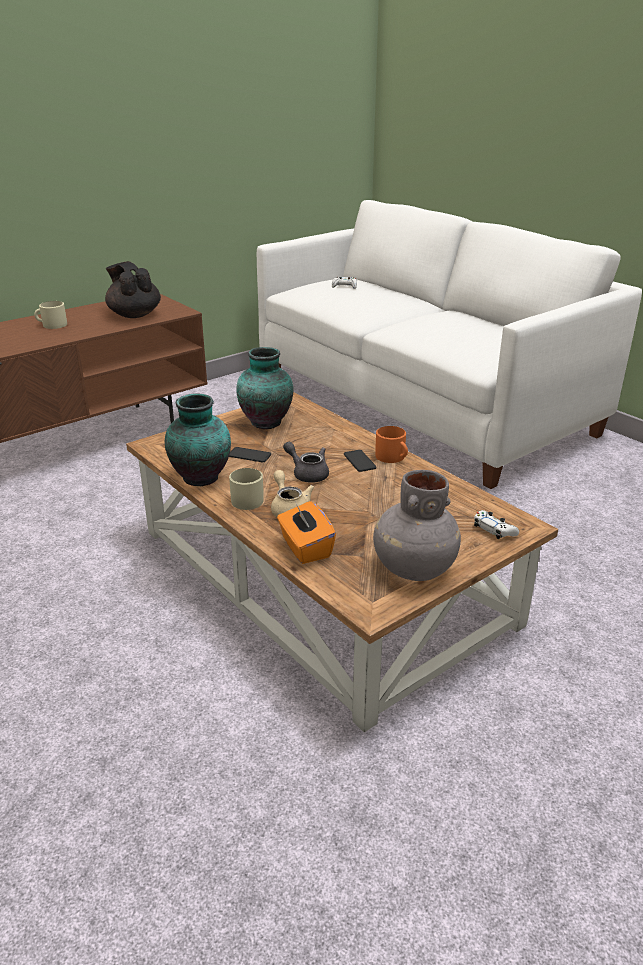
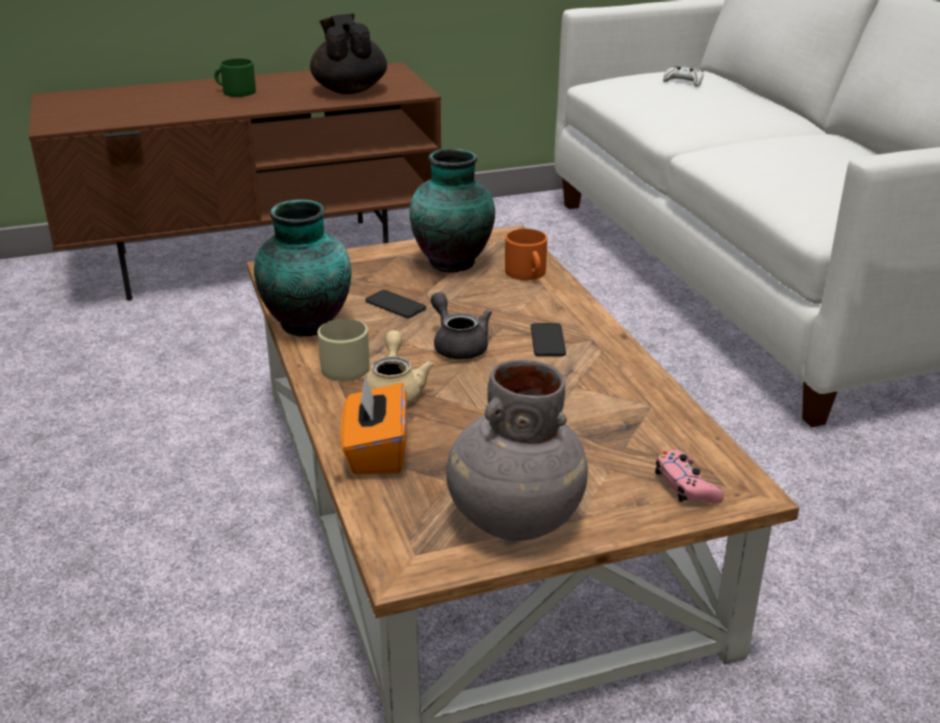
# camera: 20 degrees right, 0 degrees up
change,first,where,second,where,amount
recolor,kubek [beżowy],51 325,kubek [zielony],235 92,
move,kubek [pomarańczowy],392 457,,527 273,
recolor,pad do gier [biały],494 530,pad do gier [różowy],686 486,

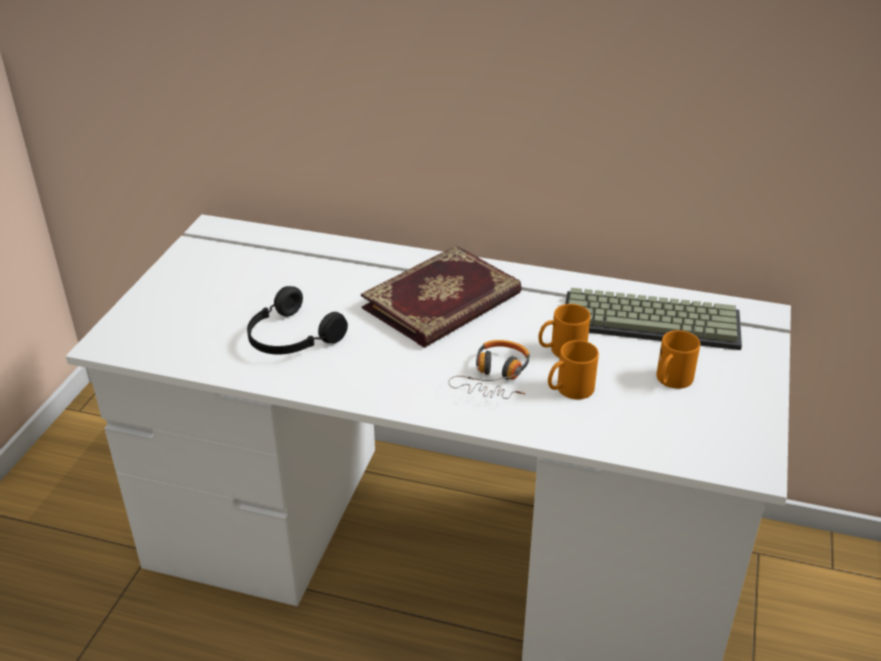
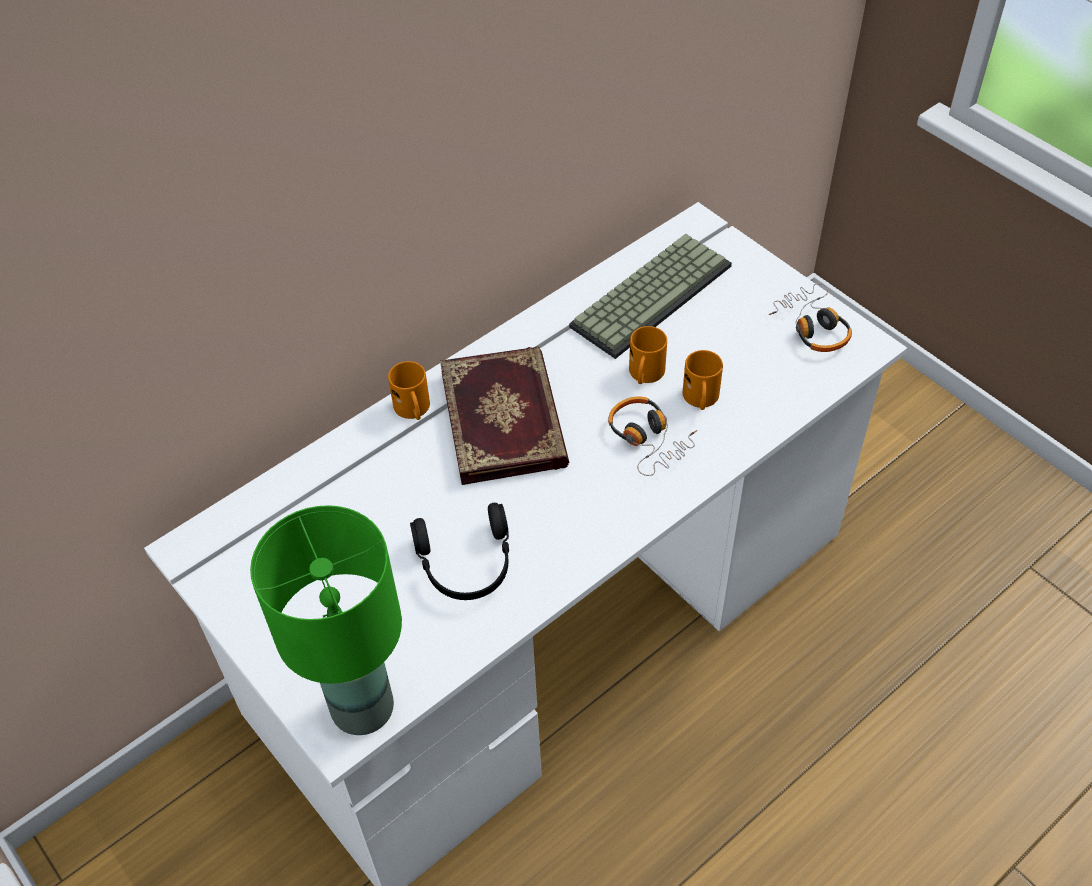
# camera: 55 degrees left, 15 degrees up
change,first,where,second,where,amount
move,kubek [pomarańczowy],671 381,,414 410,
insert,,,słuchawki,812 326,
insert,,,lampa stołowa [zielony],360 707,

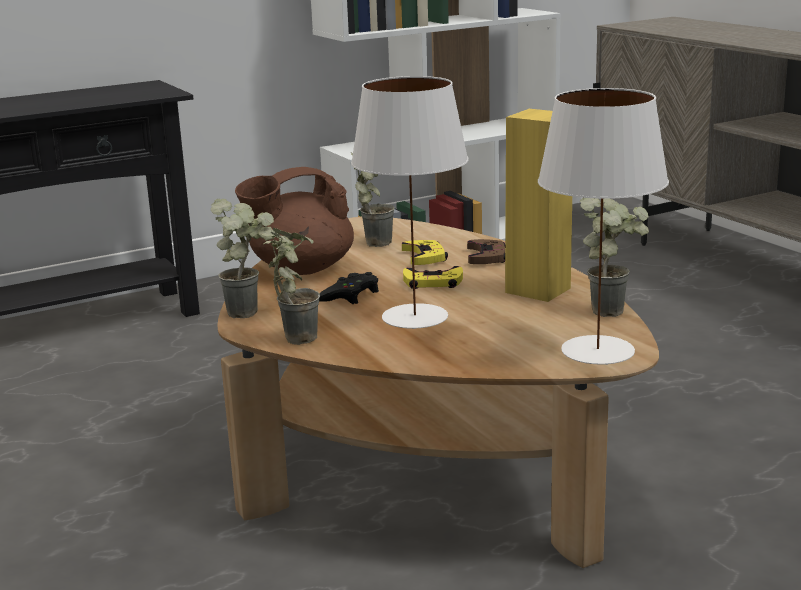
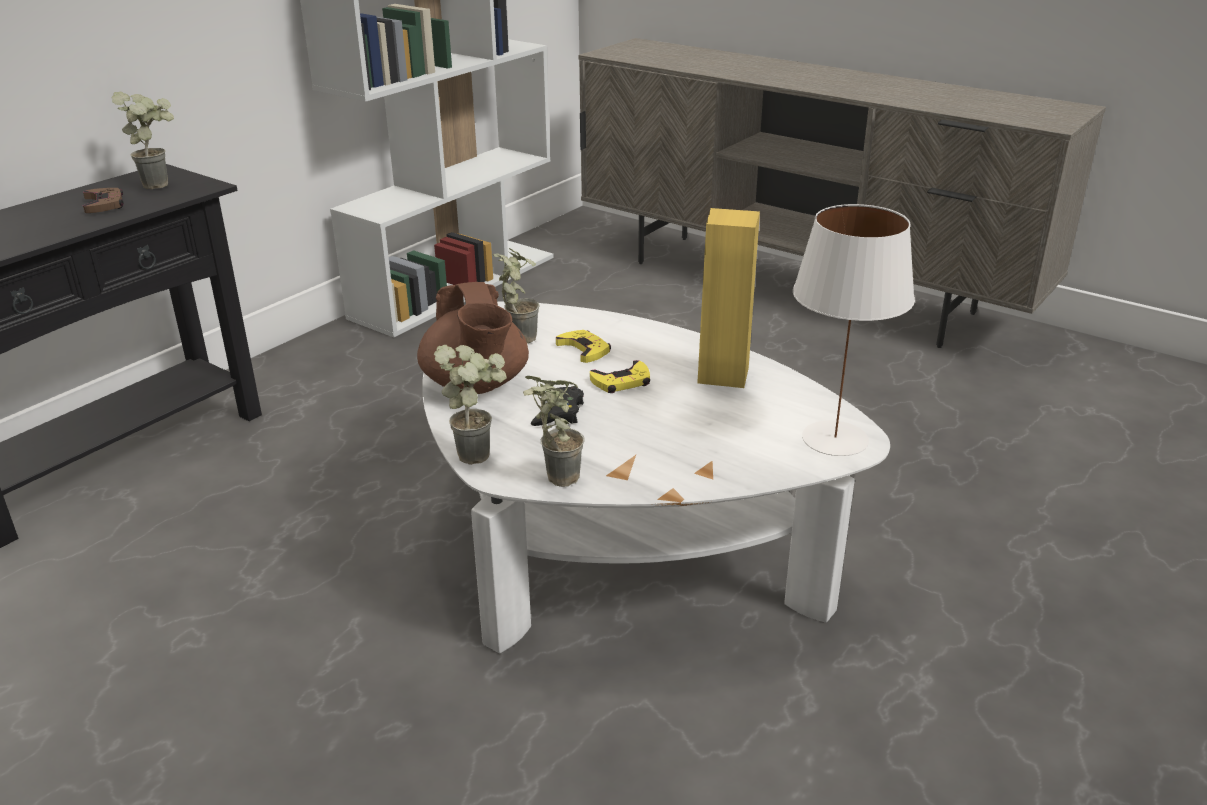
# camera: 25 degrees left, 10 degrees up
change,first,where,second,where,amount
delete,lampa stołowa [biały],414 316,,,
rotate,imbryk [brązowy],300 269,,476 385,60 degrees counterclockwise
move,roślina doniczkowa,613 309,,161 183,
recolor,ława [brązowy],424 459,ława [biały],615 542,
move,pad do gier [brązowy],487 257,,104 205,

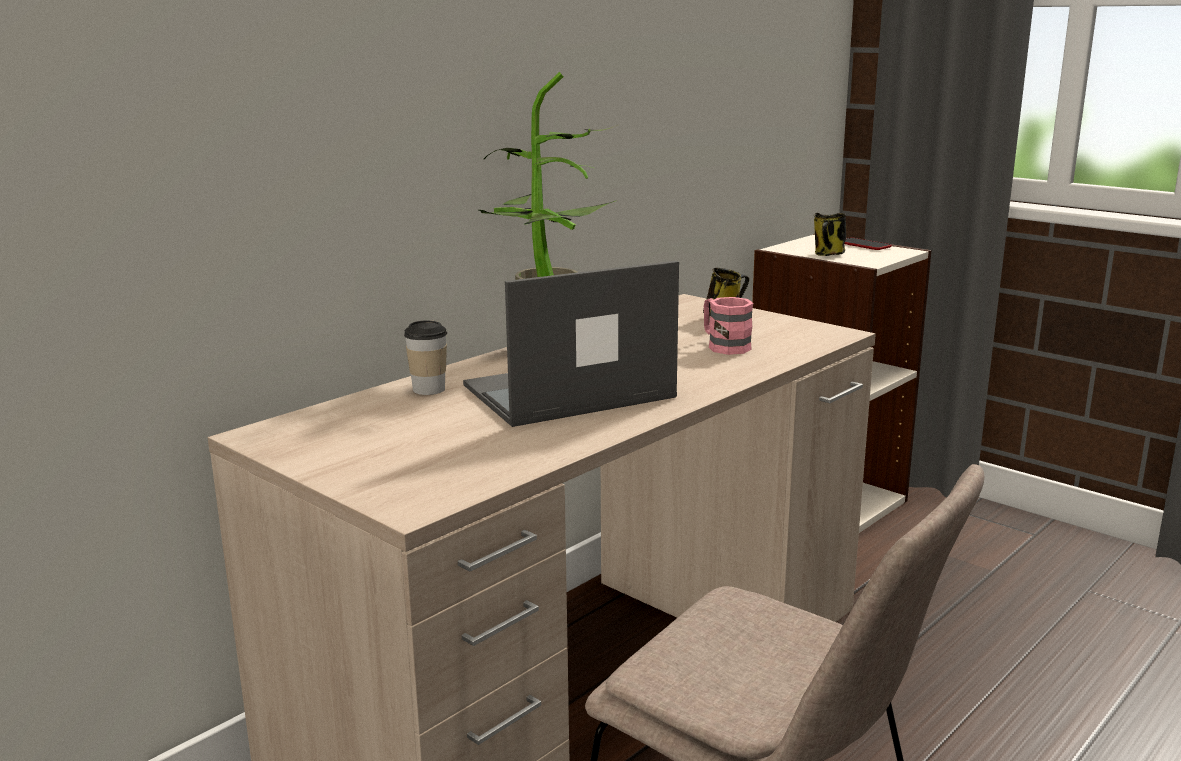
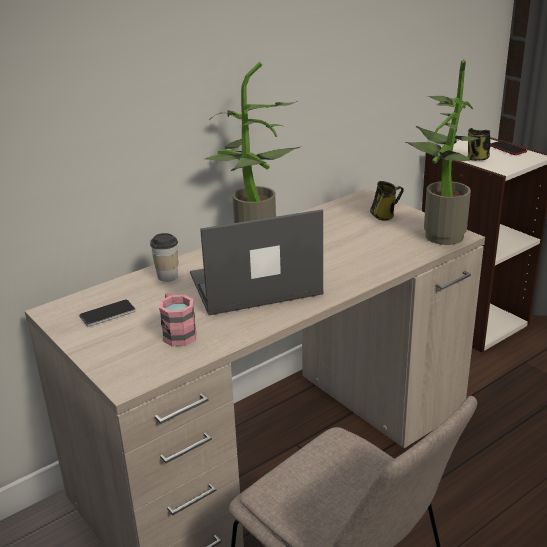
# camera: 10 degrees right, 10 degrees up
change,first,where,second,where,amount
move,kubek [różowy],723 346,,177 333,
insert,,,roślina doniczkowa,438 235,
insert,,,telefon,107 314,

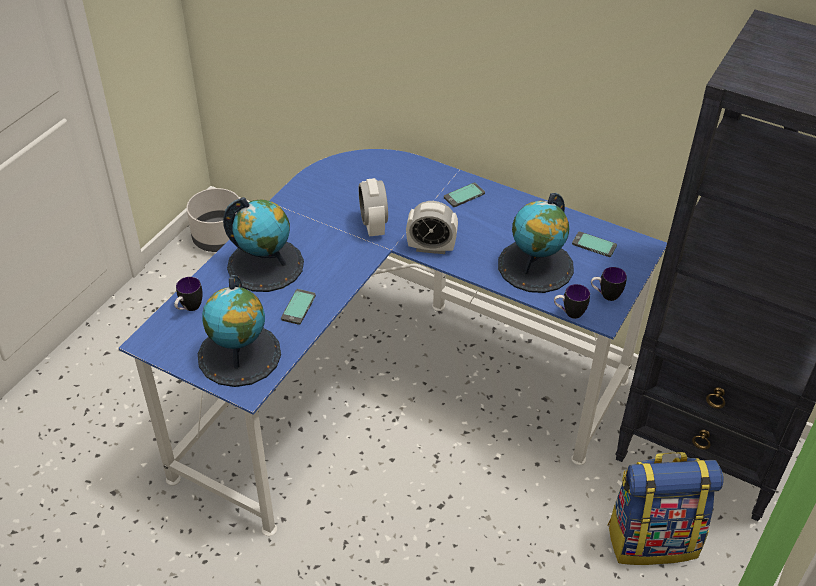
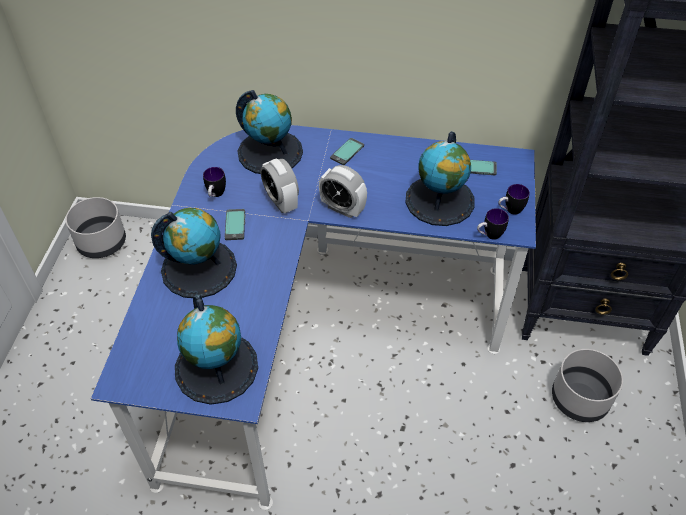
# camera: 20 degrees left, 5 degrees up
change,first,where,second,where,amount
rotate,budzik,431 248,,342 208,45 degrees clockwise
move,kubek,189 309,,215 195,
move,telefon,298 307,,235 225,
replace,plecak,652 539,donica [szary],579 398,
insert,,,globus,270 152,

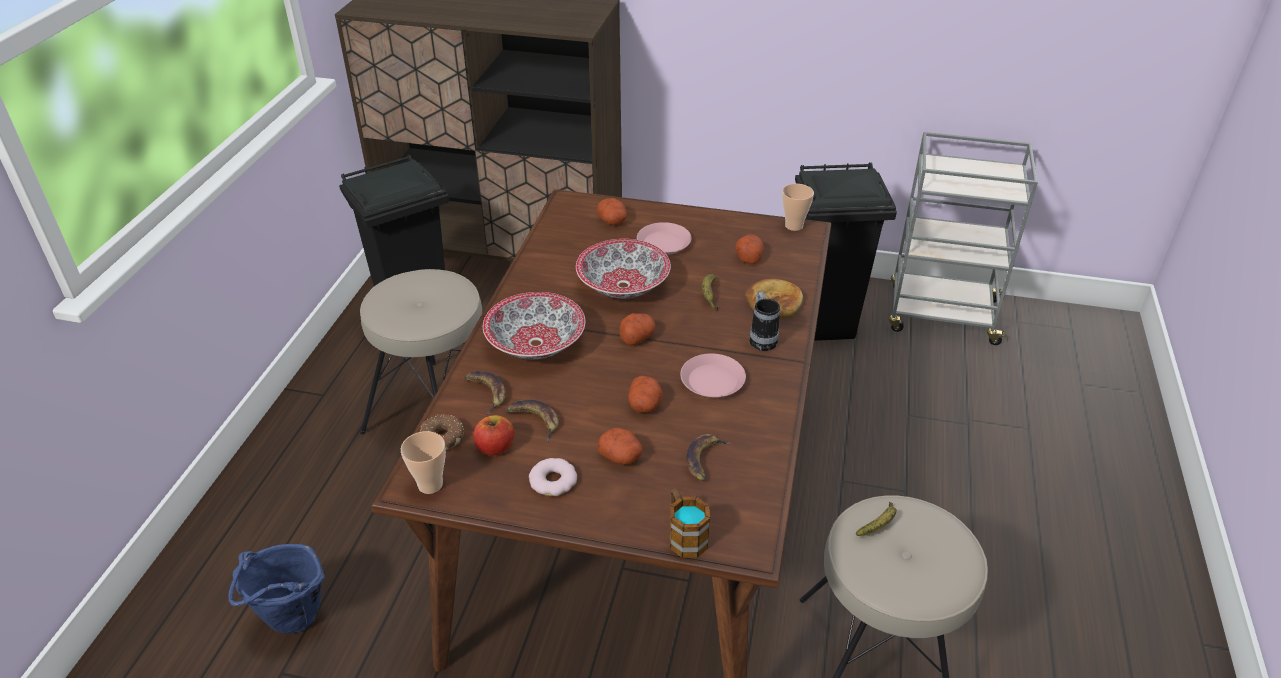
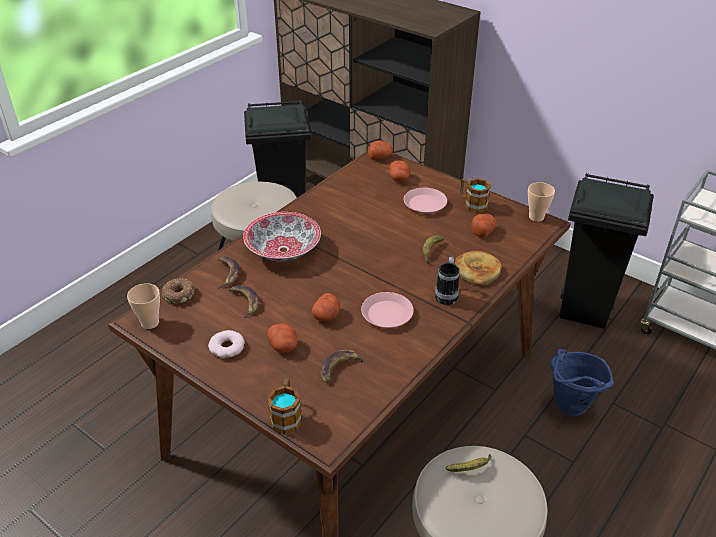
# camera: 25 degrees right, 0 degrees up
change,first,where,second,where,amount
delete,miska,623 286,,,
move,ziemniak,637 337,,380 157,
delete,jabłko,495 447,,,
move,wiadro [niebieski],292 624,,569 409,
insert,,,kubek,472 204,

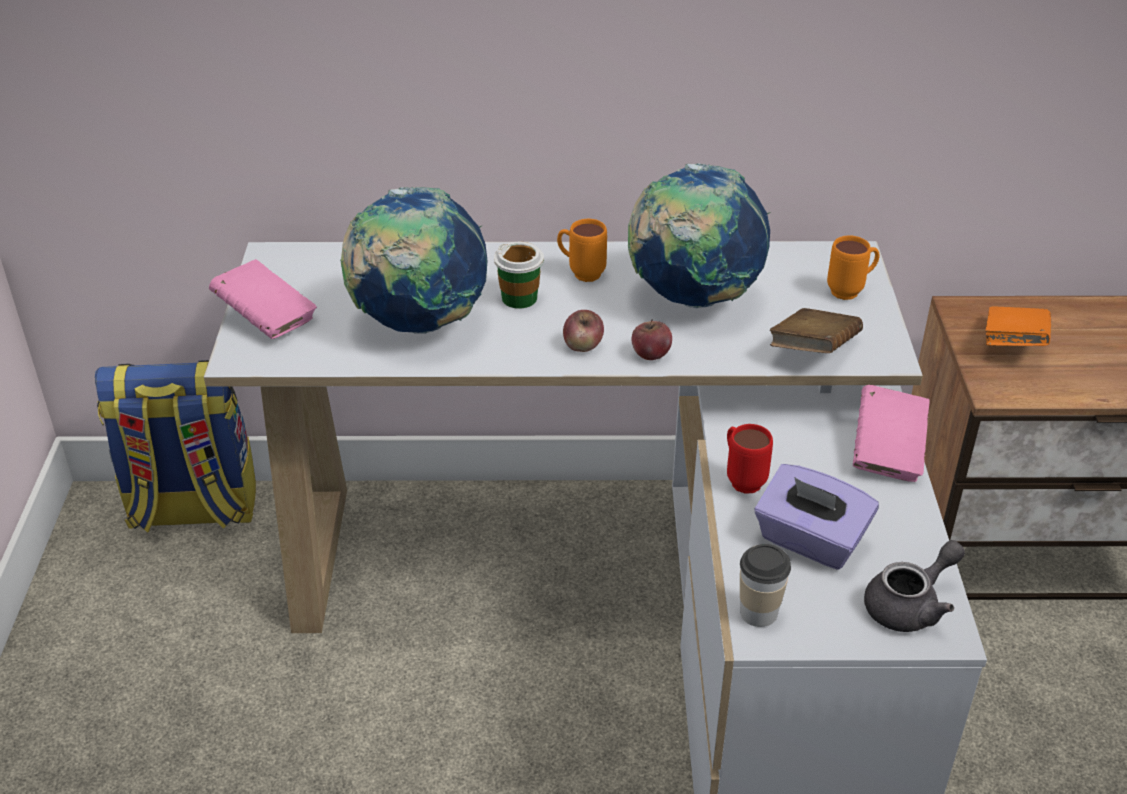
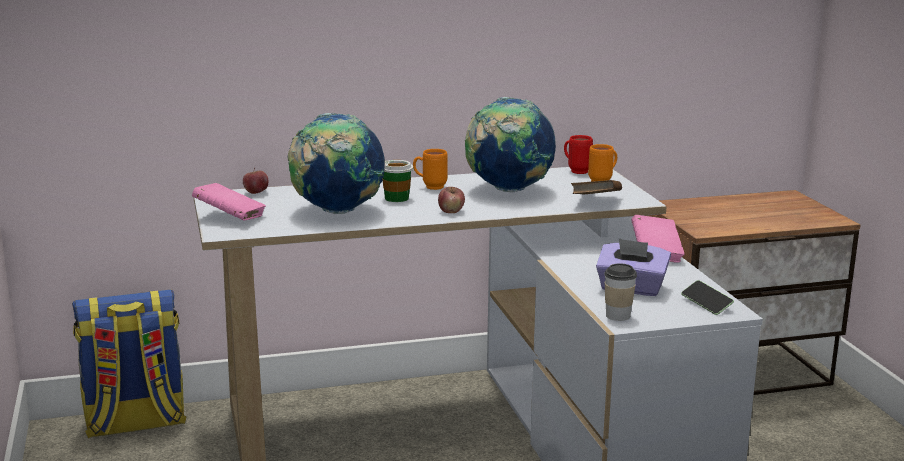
# camera: 15 degrees left, 20 degrees down
change,first,where,second,where,amount
delete,książka [pomarańczowy],1013 345,,,
move,jabłko,650 354,,256 192,
move,kubek [czerwony],741 478,,576 171,
replace,imbryk [szary],910 605,telefon,706 304,

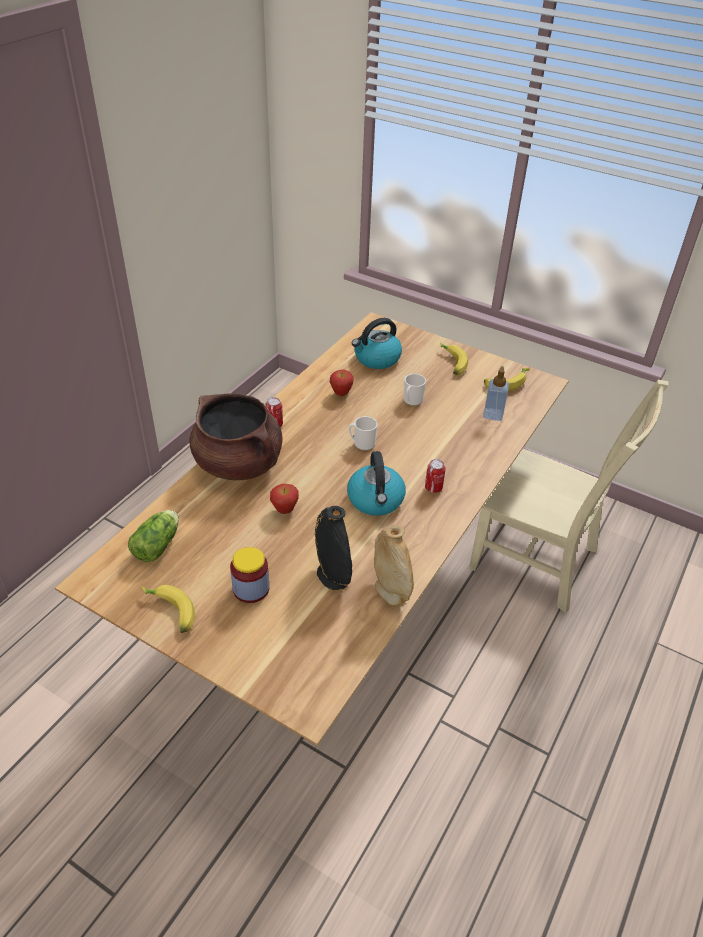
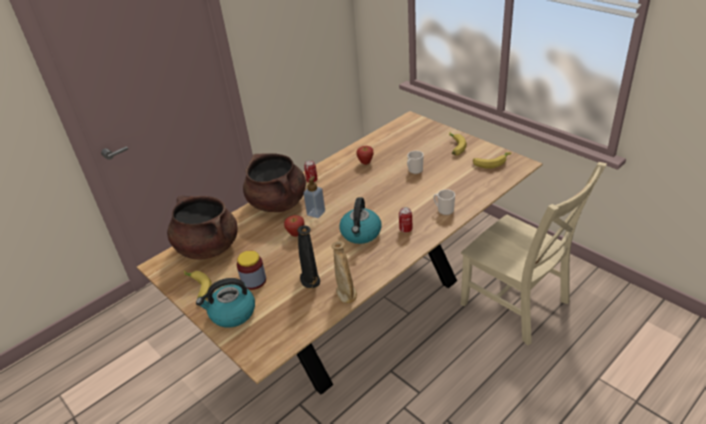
# camera: 20 degrees right, 5 degrees down
change,first,where,second,where,amount
move,czajnik,376 359,,232 313,
move,dozownik mydła,493 414,,316 213,
move,kubek,362 443,,444 210,
replace,sałata,158 544,garnek [brązowy],207 247,

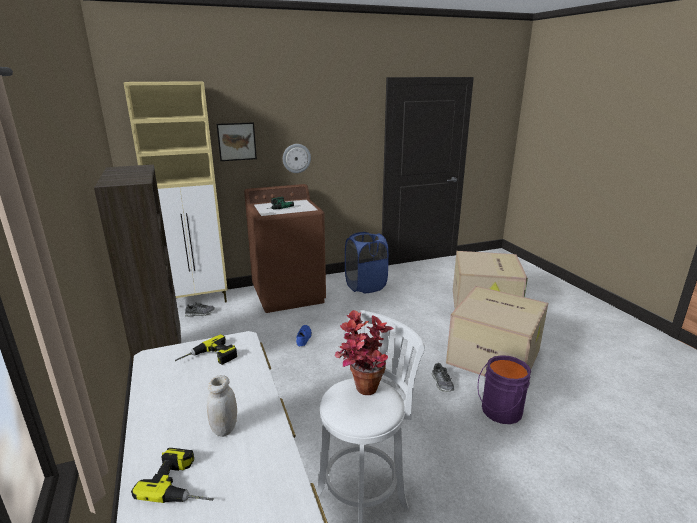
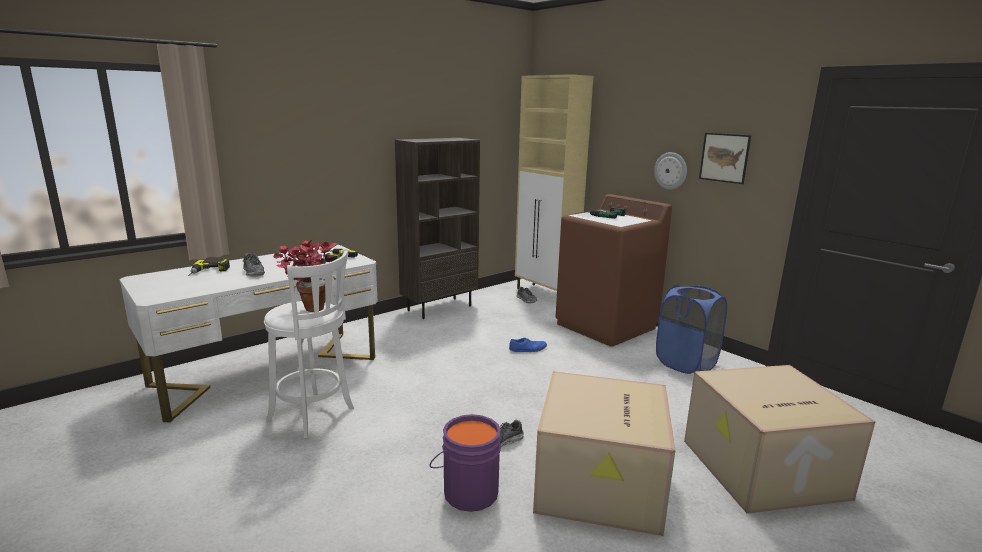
# camera: 70 degrees right, 5 degrees down
change,first,where,second,where,amount
move,obraz,237 141,,724 157,
replace,słoik [biały],225 428,but,254 272,

